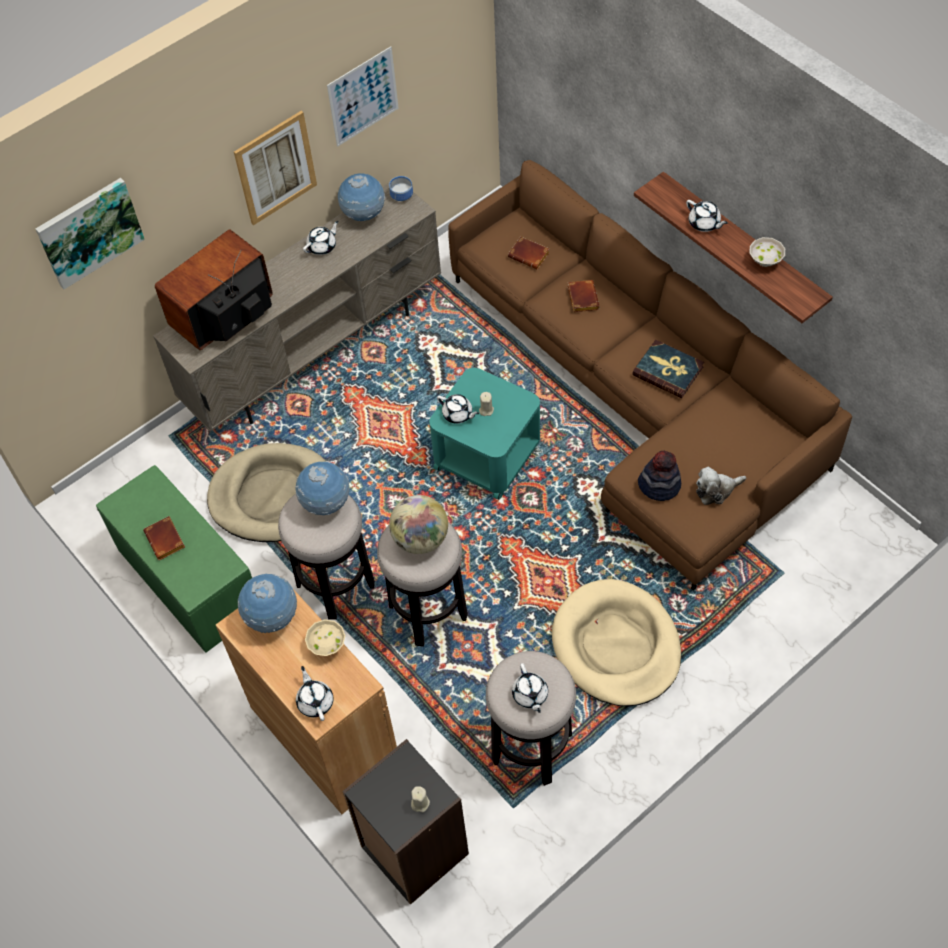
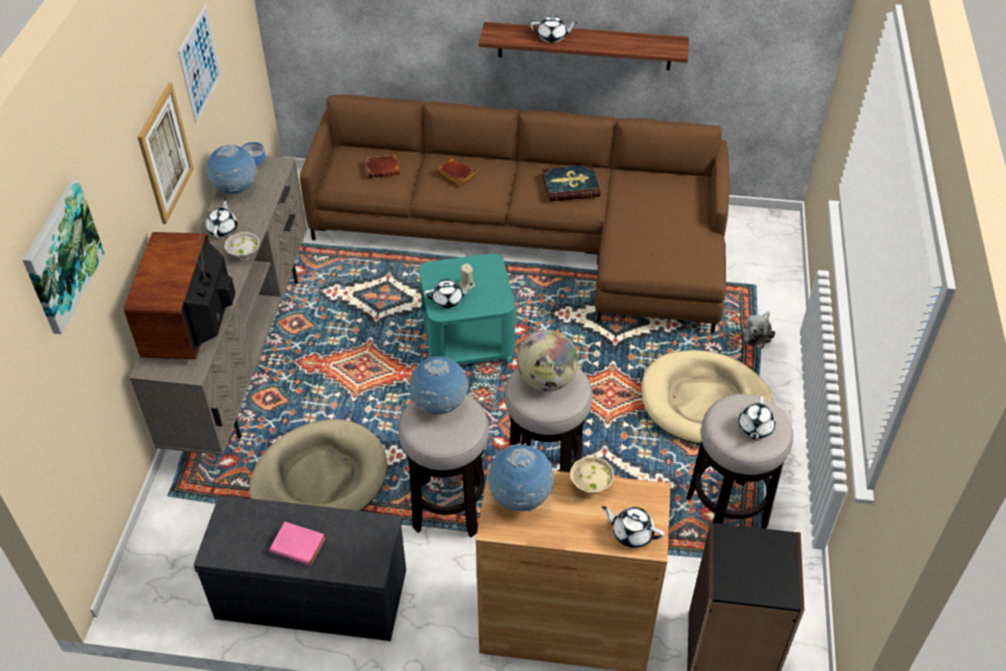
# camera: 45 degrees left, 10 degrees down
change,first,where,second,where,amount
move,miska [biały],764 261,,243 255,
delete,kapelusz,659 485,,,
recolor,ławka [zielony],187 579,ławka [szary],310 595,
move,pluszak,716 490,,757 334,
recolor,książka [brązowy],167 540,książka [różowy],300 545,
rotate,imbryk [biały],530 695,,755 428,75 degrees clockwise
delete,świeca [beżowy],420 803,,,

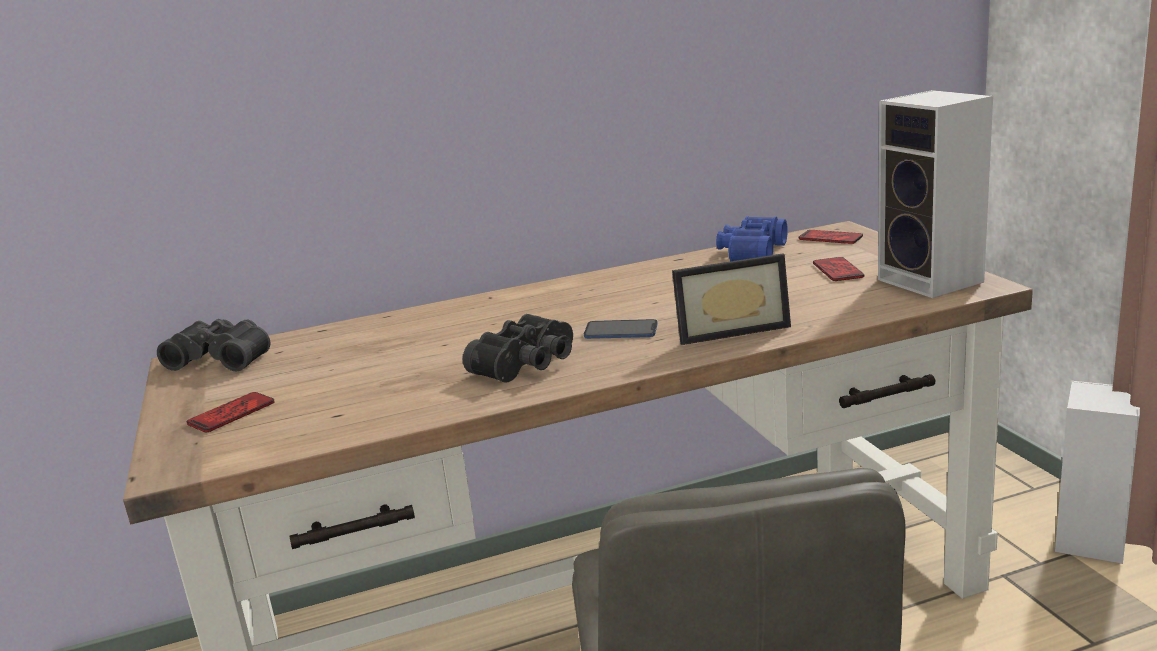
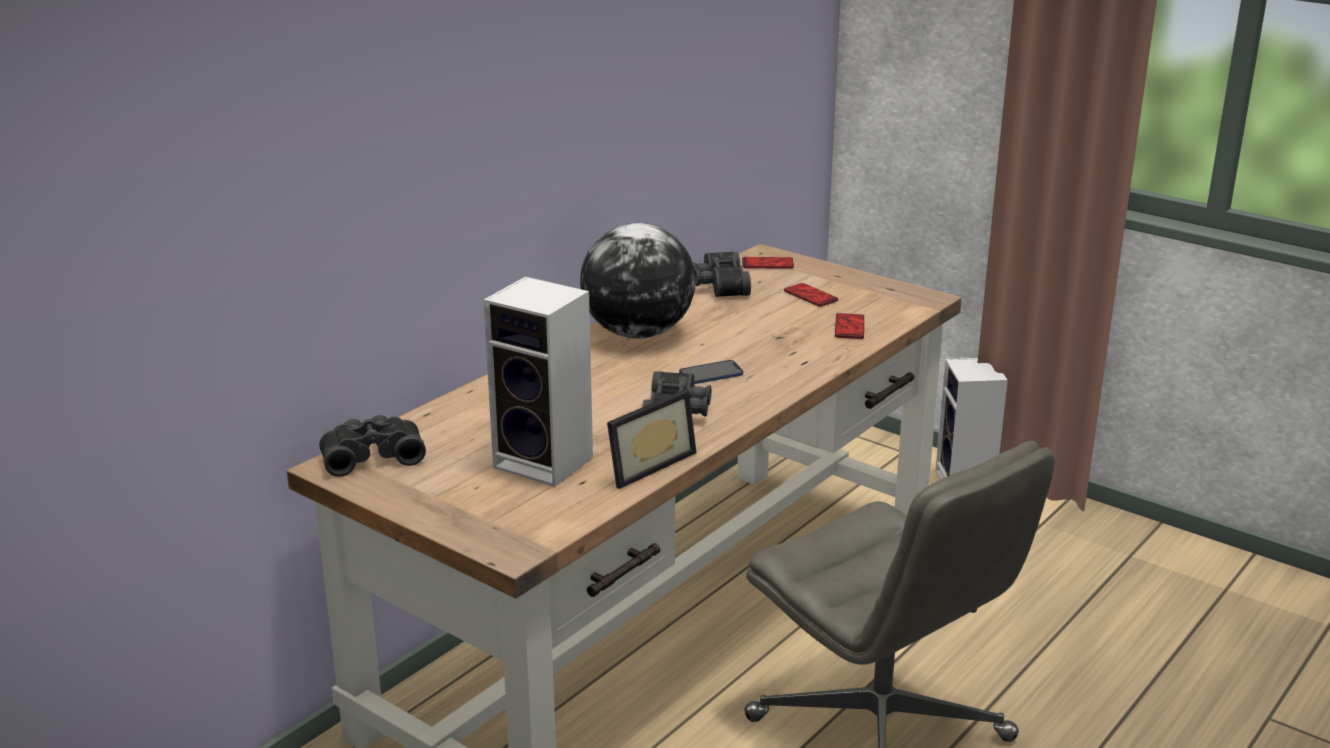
# camera: 35 degrees left, 5 degrees up
change,first,where,second,where,amount
move,głośnik,934 281,,547 462,
recolor,lornetka [niebieski],750 252,lornetka [czarny],718 285,
move,ramka na zdjęcie,730 329,,645 464,
move,telefon,231 413,,849 327,
insert,,,globus,639 333,

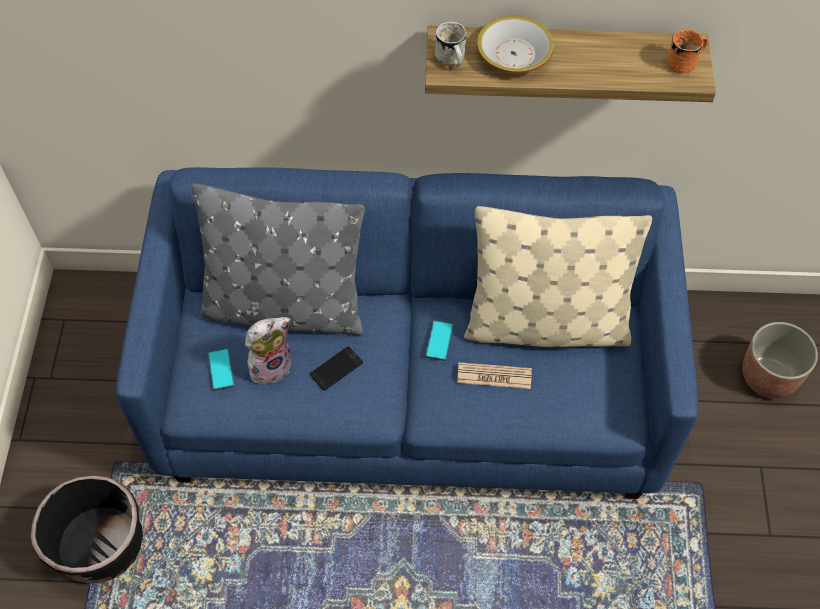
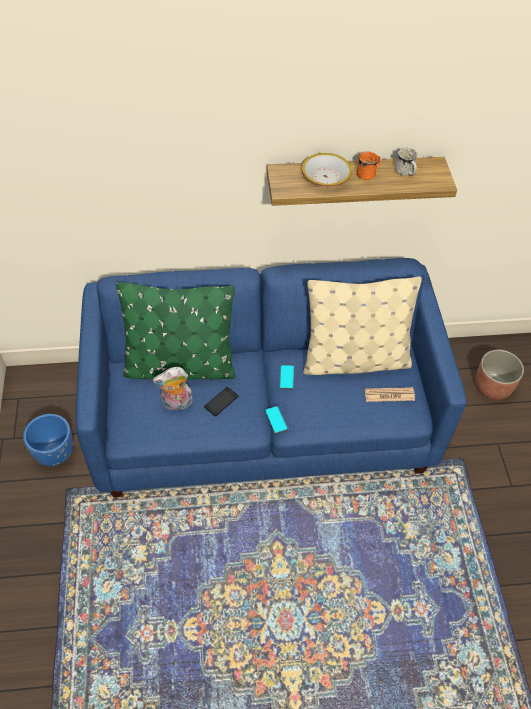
# camera: 10 degrees left, 5 degrees down
change,first,where,second,where,amount
move,kubek [biały],451 60,,405 172,
move,kubek [pomarańczowy],685 62,,368 173,
recolor,poduszka [szary],285 307,poduszka [zielony],180 366,
rotate,pluszak,270 365,,176 404,150 degrees counterclockwise
move,telefon,221 370,,276 420,
move,gazeta,494 376,,389 395,
delete,donica [czarny],101 546,,,
insert,,,donica [niebieski],54 453,

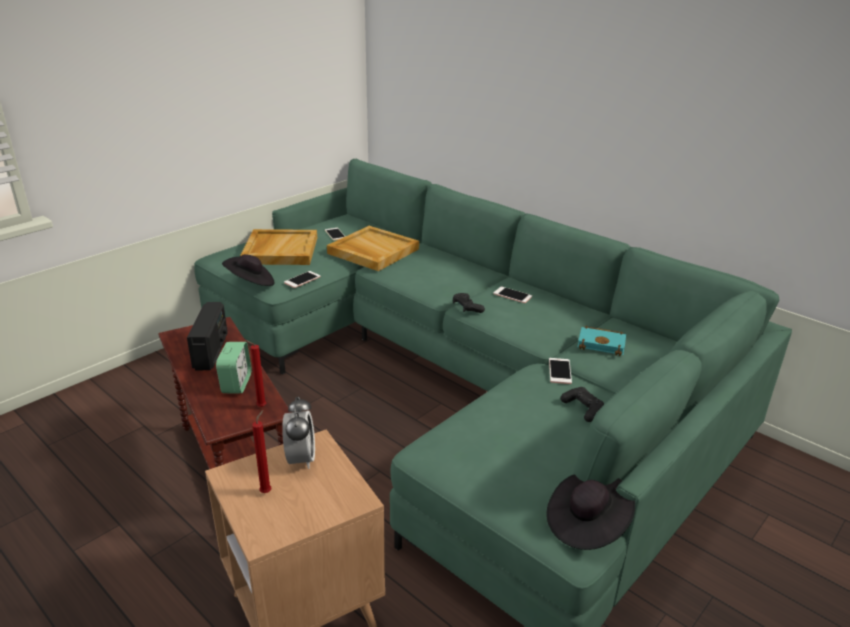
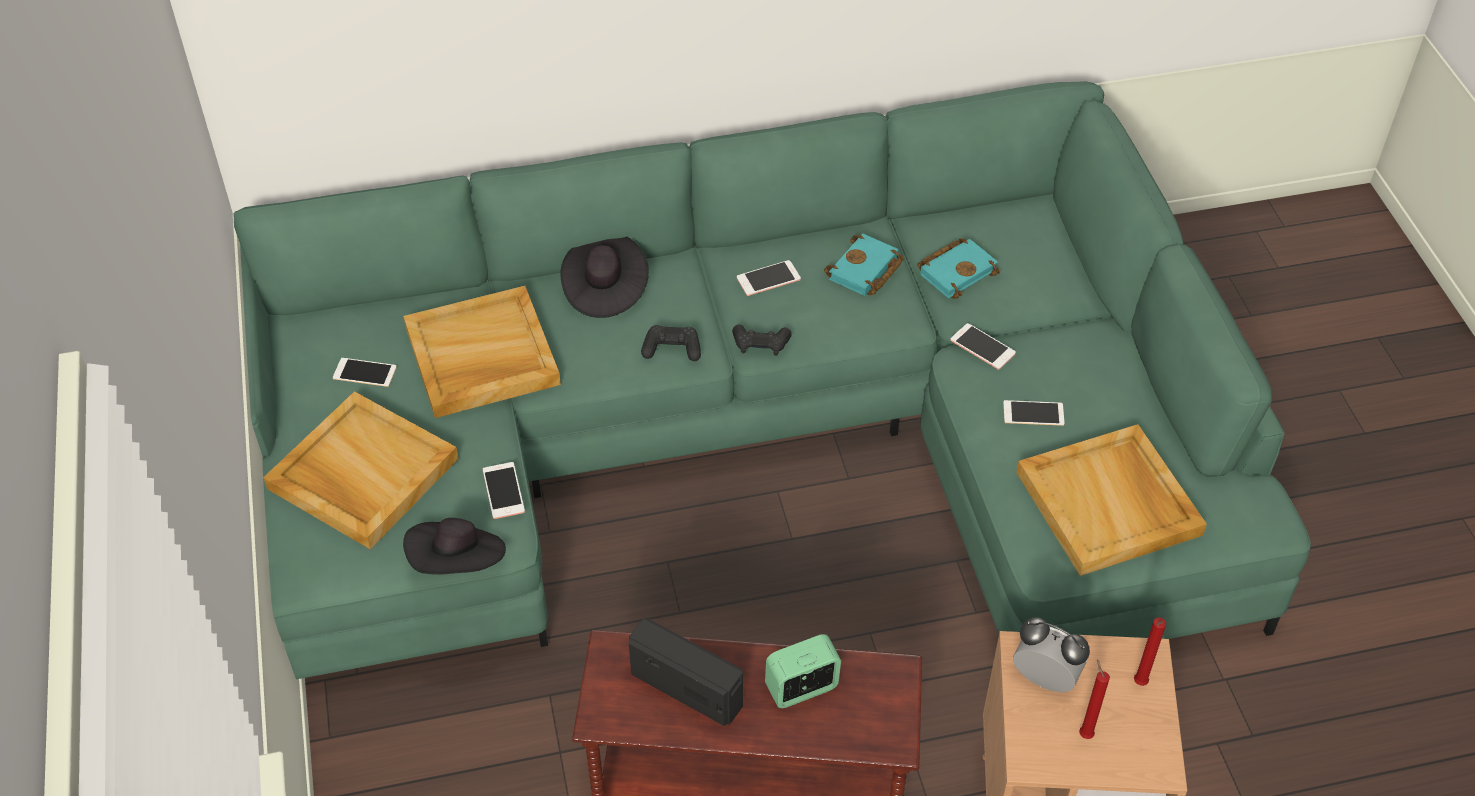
# camera: 55 degrees left, 20 degrees up
change,first,where,second,where,amount
move,świeca [czerwony],260 407,,1139 684,
rotate,budzik,236 384,,802 688,60 degrees counterclockwise
move,pad do gier [czarny],582 408,,672 349,
move,kapelusz [czarny],587 524,,605 289,
insert,,,książka [turkusowy],865 272,
insert,,,telefon,1033 413,
insert,,,taca [beżowy],1110 504,

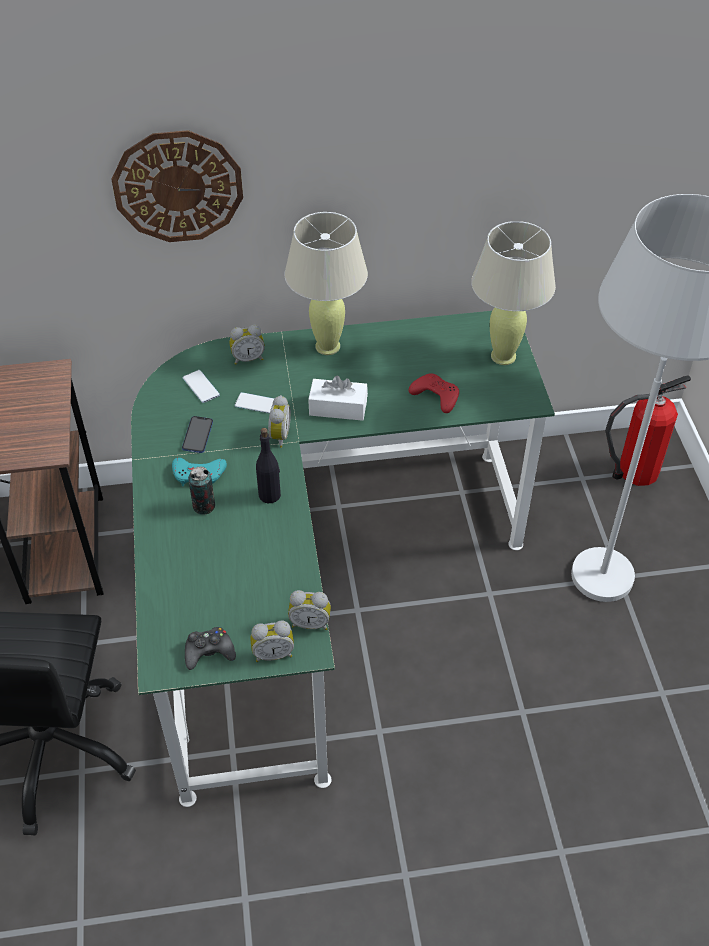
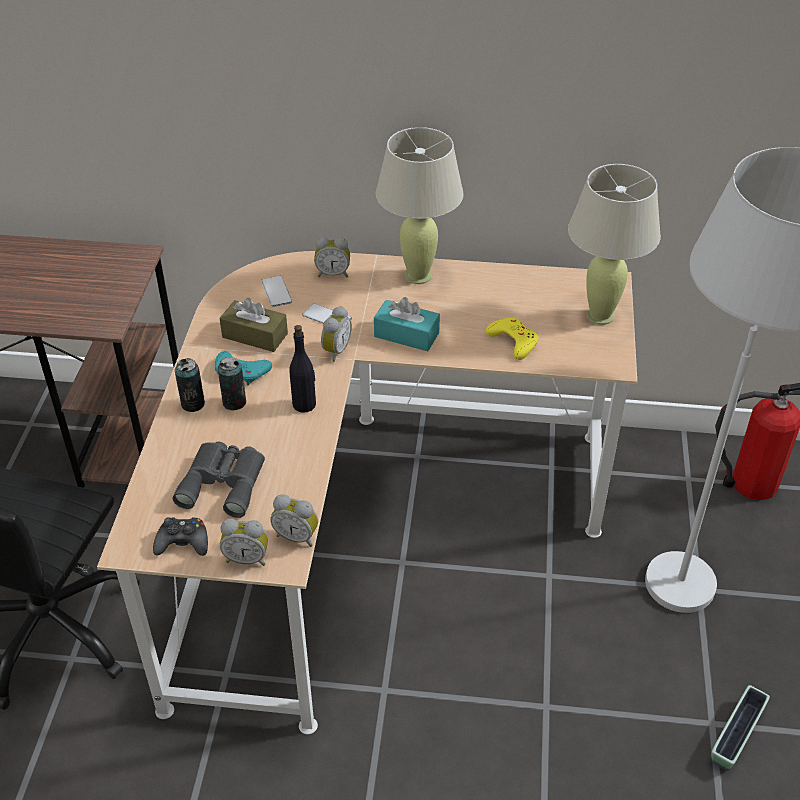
# camera: 15 degrees right, 5 degrees down
change,first,where,second,where,amount
delete,zegar ścienny,178 186,,,
recolor,biurko [zielony],309 580,biurko [beżowy],363 522,
recolor,pad do gier [czerwony],435 396,pad do gier [żółty],513 341,
recolor,pudełko chusteczek [biały],338 408,pudełko chusteczek [turkusowy],406 335,
replace,telefon,197 435,pudełko chusteczek [brązowy],255 335,
insert,,,puszka,193 404,
insert,,,lornetka [szary],224 481,
insert,,,donica,736 735,

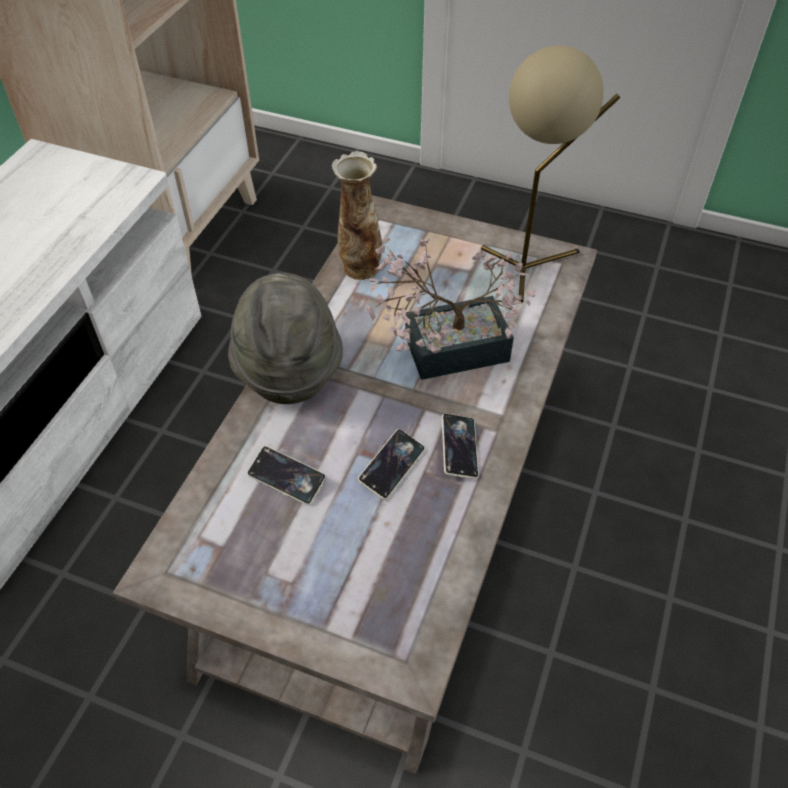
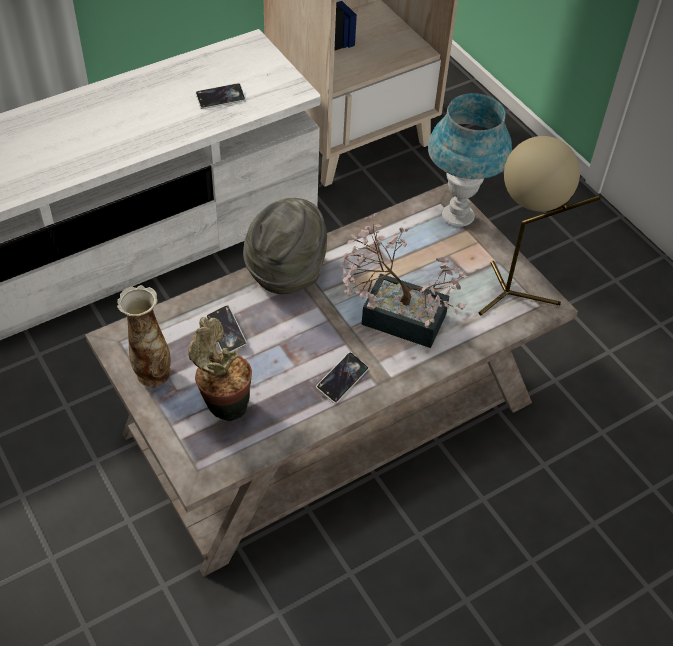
# camera: 35 degrees right, 0 degrees up
change,first,where,second,where,amount
move,wazon,360 268,,152 373,
move,telefon,392 467,,220 99,
insert,,,lampa stołowa [niebieski],458 216,
insert,,,roślina doniczkowa,223 405,

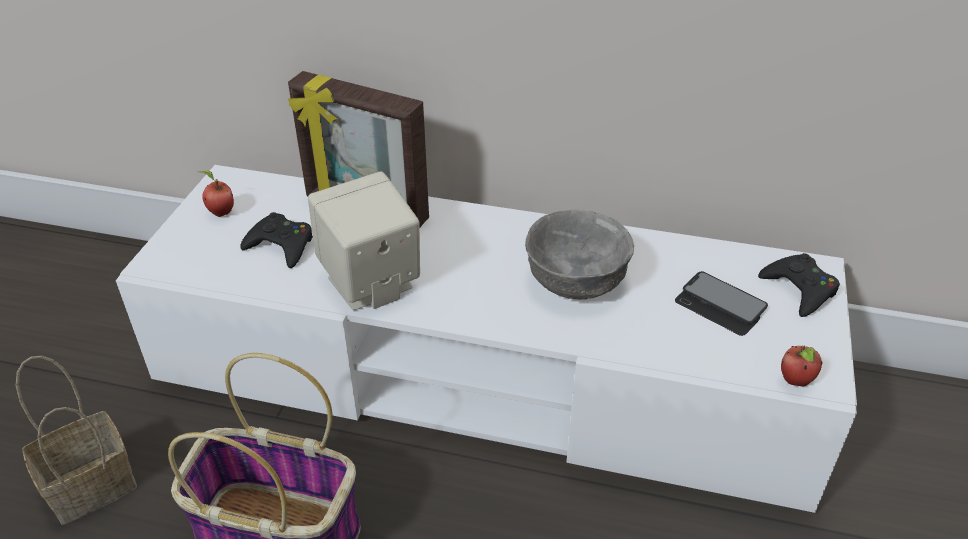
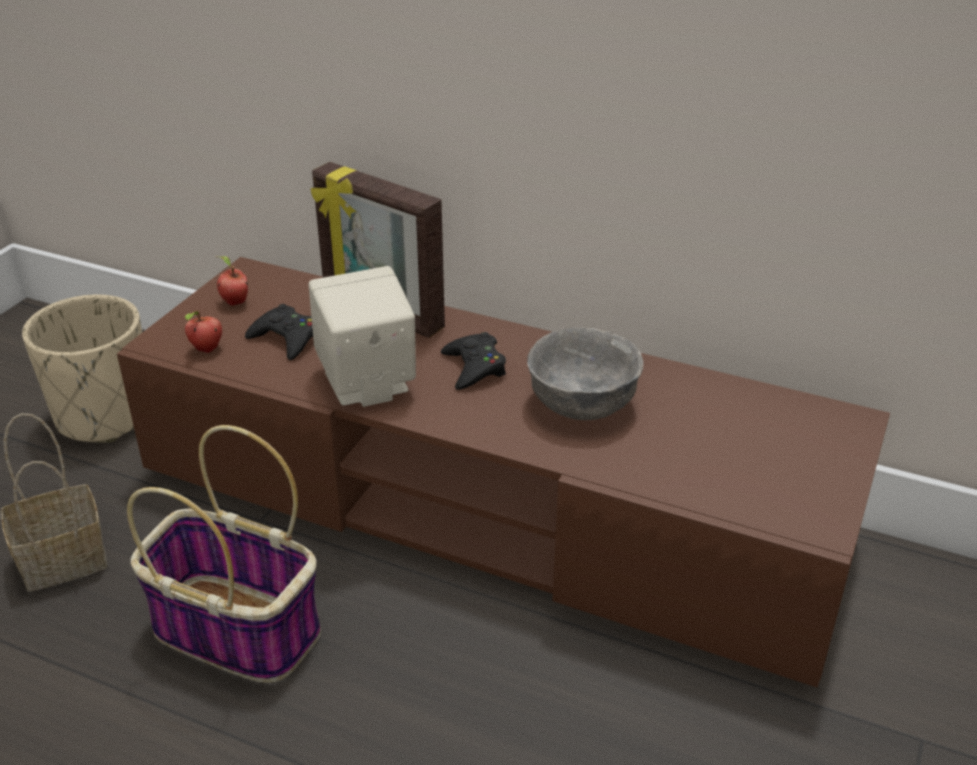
# camera: 10 degrees right, 5 degrees down
change,first,where,second,where,amount
recolor,szafka pod telewizor [biały],484 374,szafka pod telewizor [brązowy],488 505,
move,pad do gier [czarny],799 289,,474 367,
delete,telefon,720 305,,,
move,jabłko,796 381,,206 349,
insert,,,donica [beżowy],104 416,

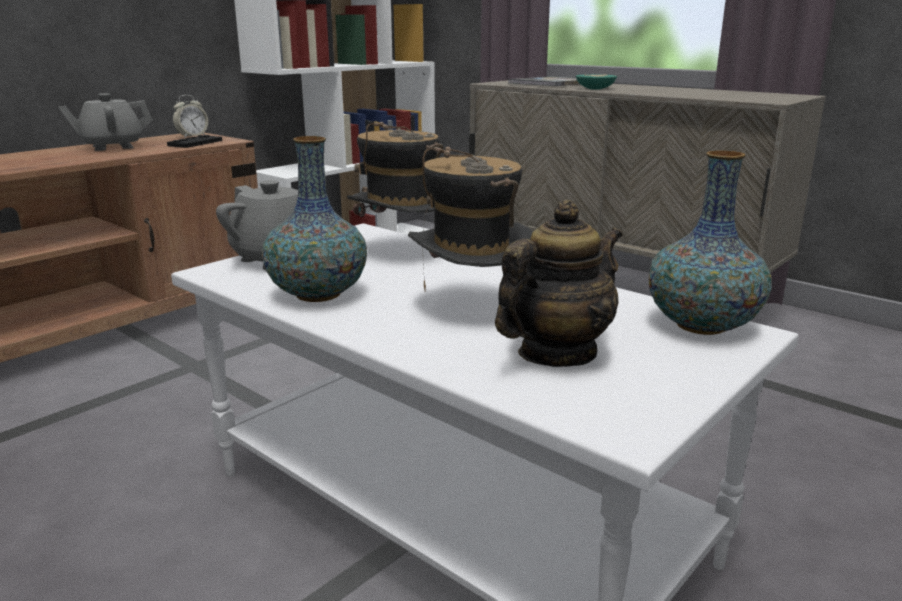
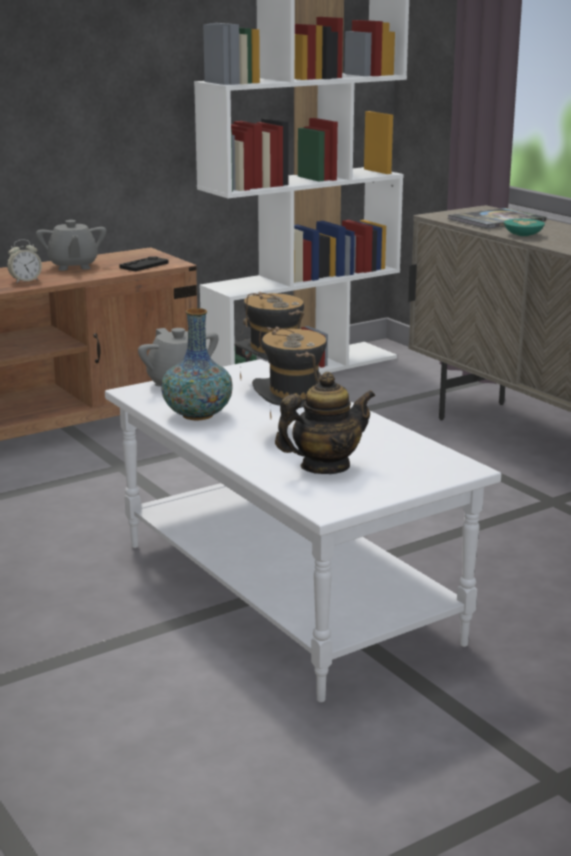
# camera: 15 degrees right, 0 degrees up
change,first,where,second,where,amount
rotate,imbryk [szary],112 147,,73 266,90 degrees counterclockwise
move,budzik,192 136,,25 281,
delete,wazon,701 325,,,

